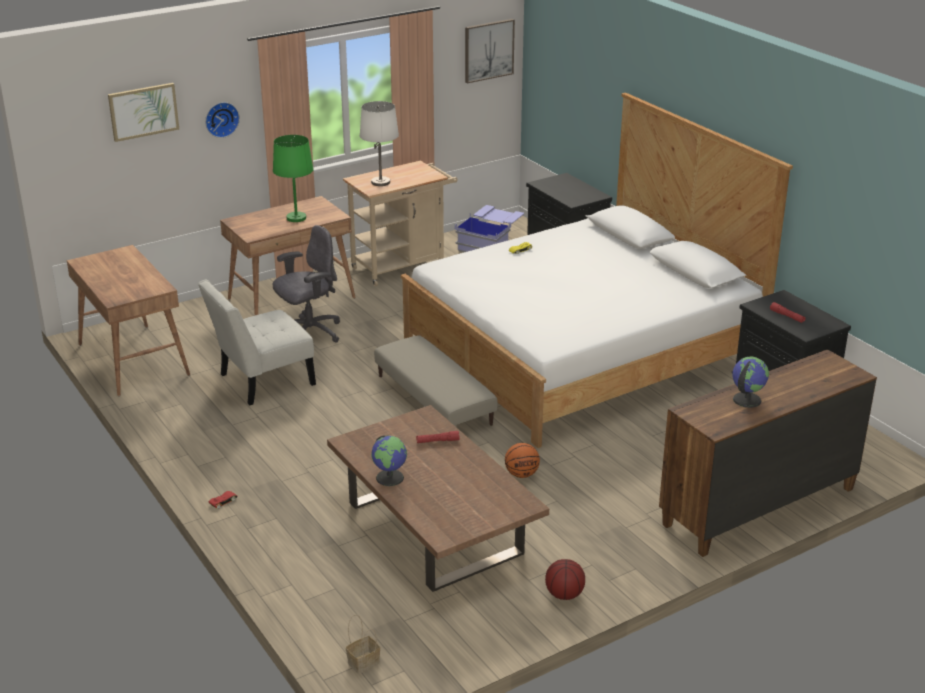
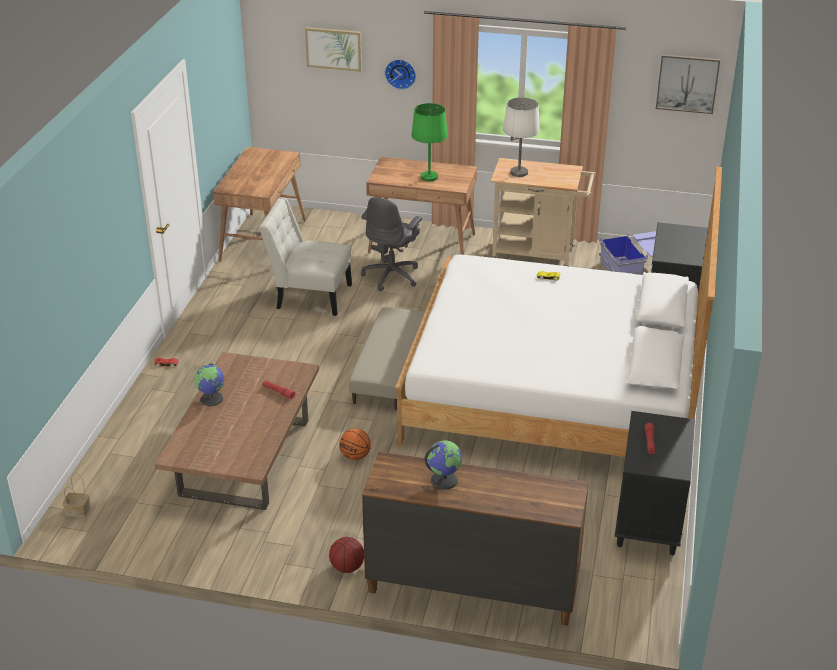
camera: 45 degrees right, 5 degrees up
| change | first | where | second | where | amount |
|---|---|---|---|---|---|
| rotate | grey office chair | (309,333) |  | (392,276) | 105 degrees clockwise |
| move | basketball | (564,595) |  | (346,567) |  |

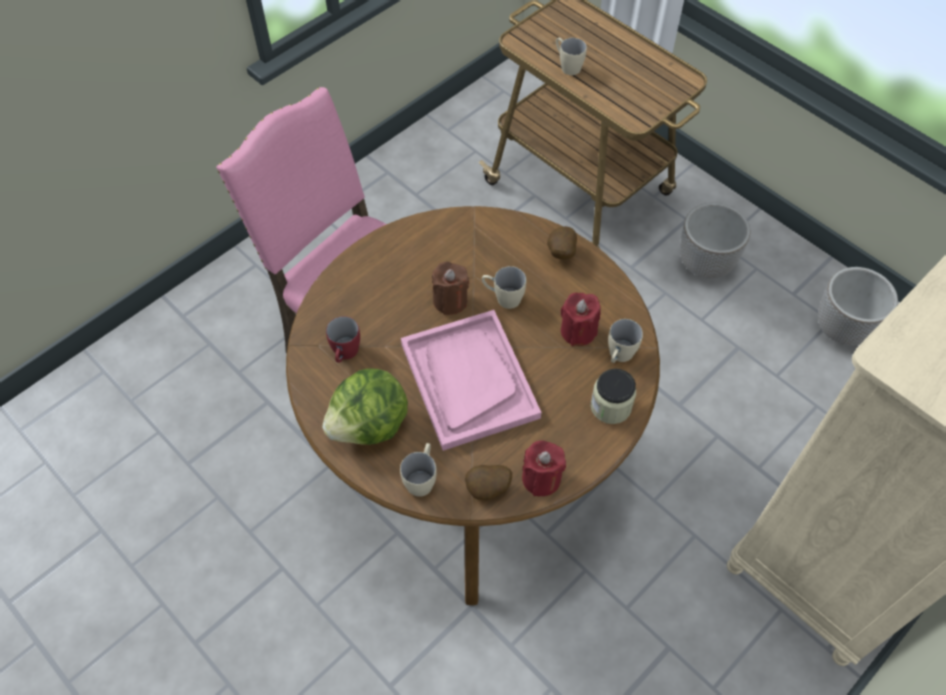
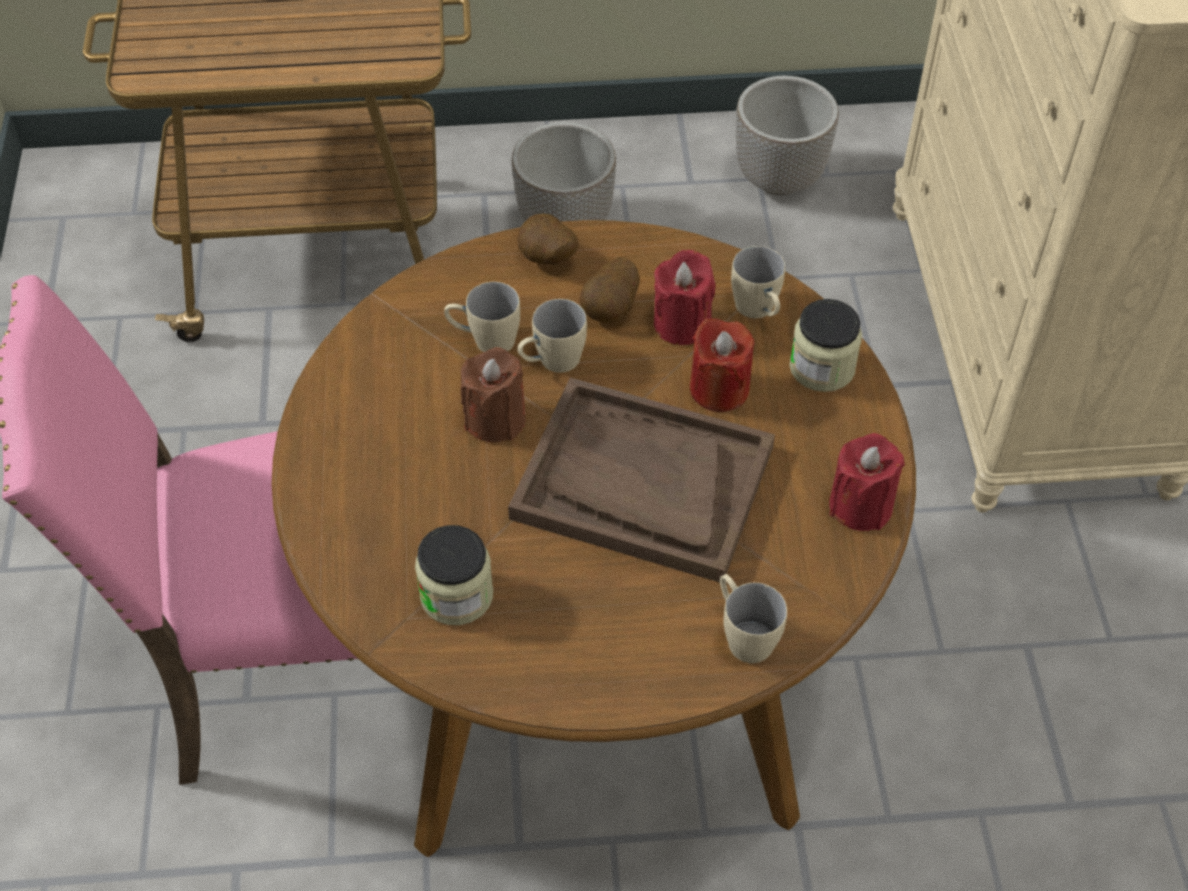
camera: 50 degrees left, 5 degrees down
| change | first | where | second | where | amount |
|---|---|---|---|---|---|
| move | beige mug | (567,66) |  | (484,340) |  |
| recolor | pink tray | (468,380) | brown tray | (642,483) |  |
| replace | red mug | (345,354) | jar | (456,595) |  |
| delete | lettuce | (370,425) |  |  |  |
| move | potato | (488,490) |  | (611,310) |  |
| insert |  |  | red candle | (719,389) |  |

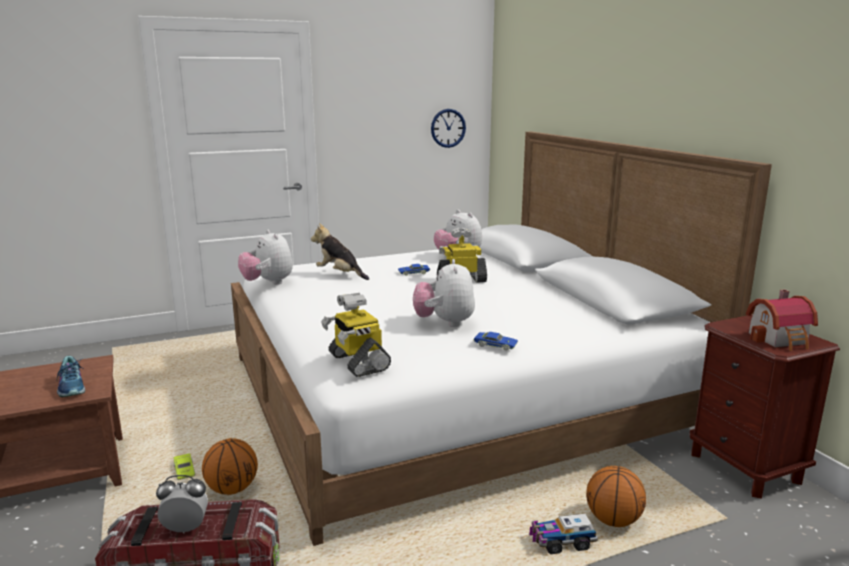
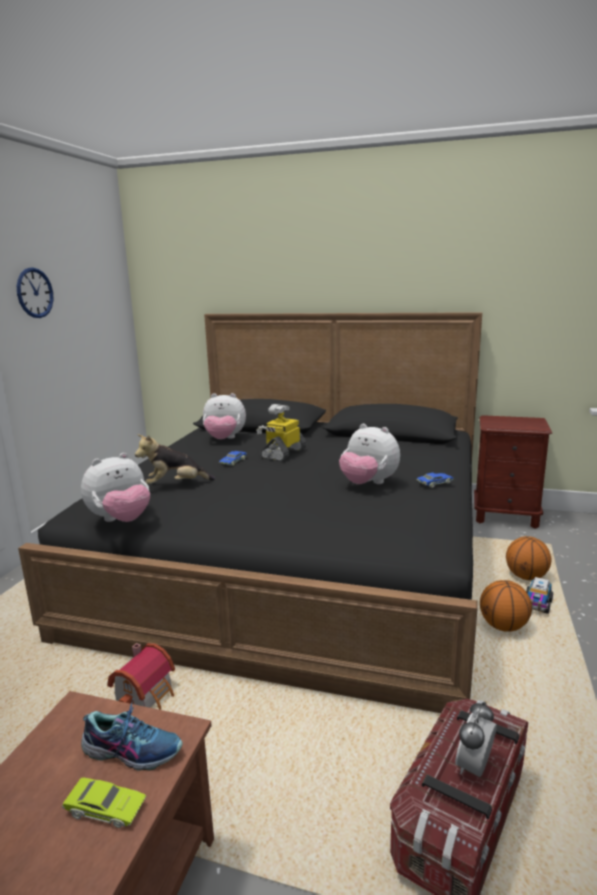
camera: 50 degrees left, 0 degrees up
| change | first | where | second | where | amount |
|---|---|---|---|---|---|
| move | wall clock | (448,128) |  | (34,293) |  |
| recolor | white bed | (454,391) | black bed | (298,558) |  |
| rotate | plush toy | (268,283) |  | (121,520) | 45 degrees counterclockwise |
| move | toy house | (781,339) |  | (147,694) |  |
| delete | toy robot | (357,362) |  |  |  |
| move | basketball | (232,489) |  | (503,626) |  |
| move | green toy car | (184,470) |  | (105,808) |  |

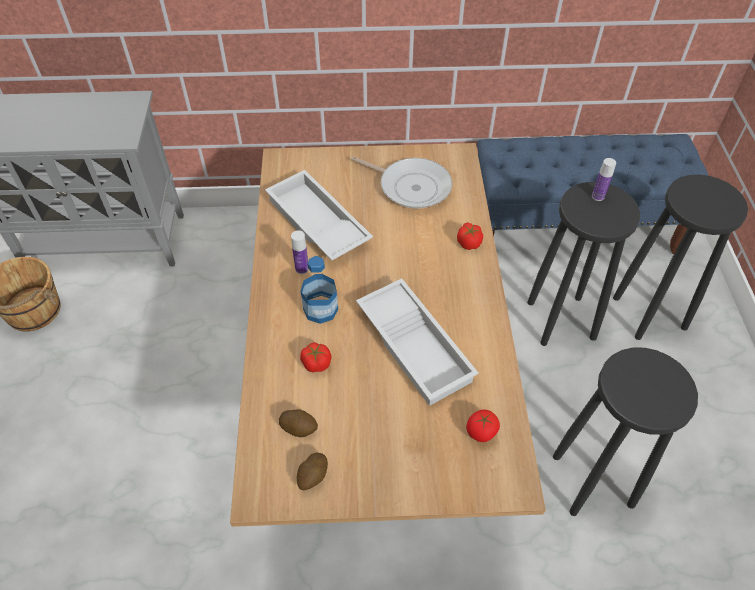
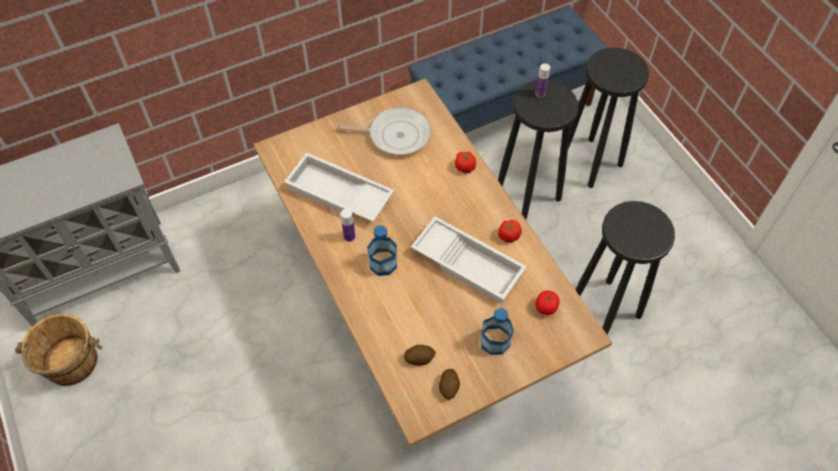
camera: 25 degrees left, 5 degrees up
| change | first | where | second | where | amount |
|---|---|---|---|---|---|
| move | tomato | (316,363) |  | (508,236) |  |
| insert |  |  | bottle | (495,341) |  |

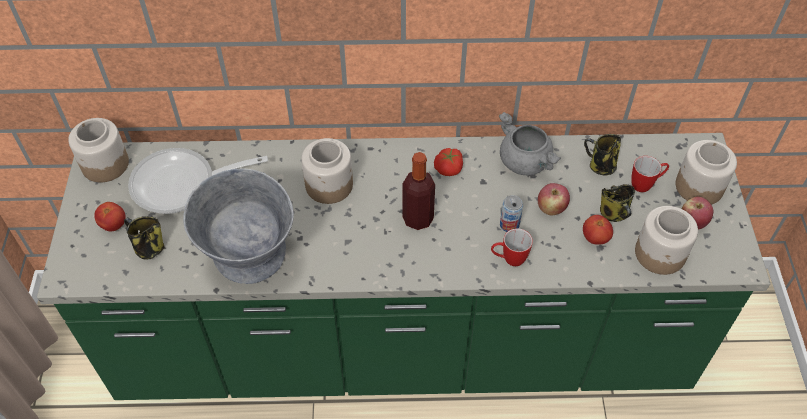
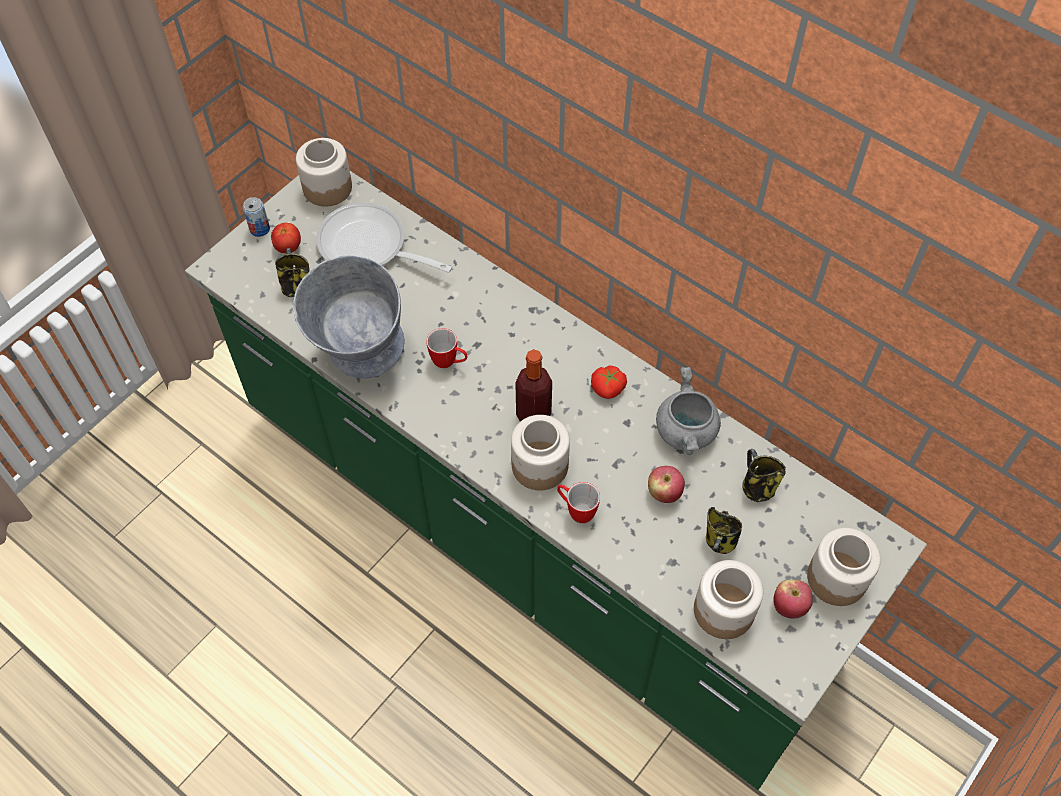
camera: 40 degrees right, 5 degrees up
| change | first | where | second | where | amount |
|---|---|---|---|---|---|
| move | jar | (329,185) |  | (540,466) |  |
| move | mug | (646,184) |  | (449,362) |  |
| move | can | (509,225) |  | (260,229) |  |
| delete | tomato | (595,238) |  |  |  |

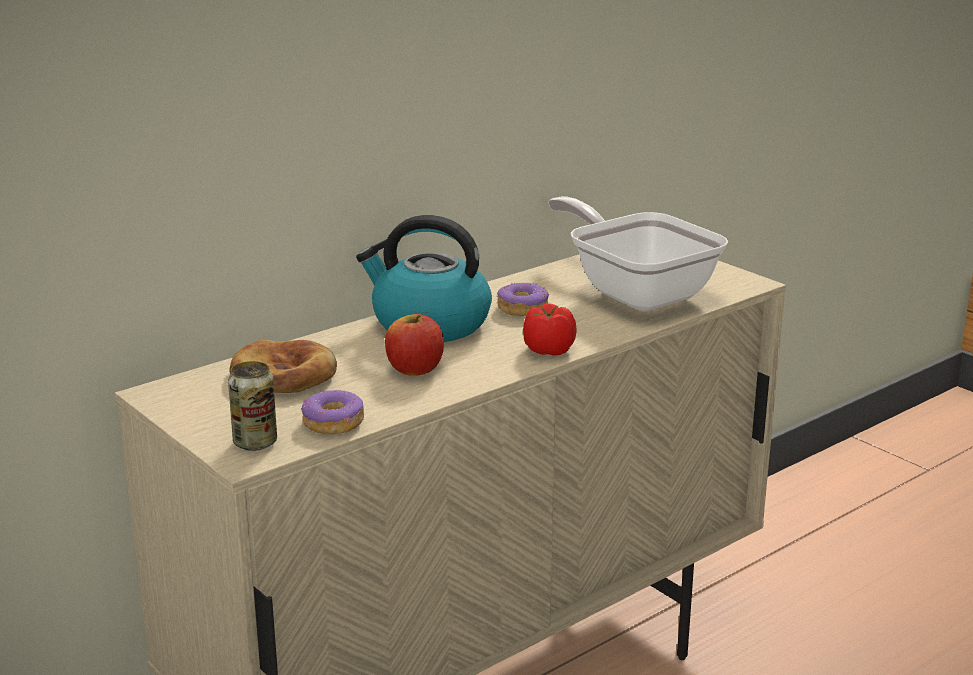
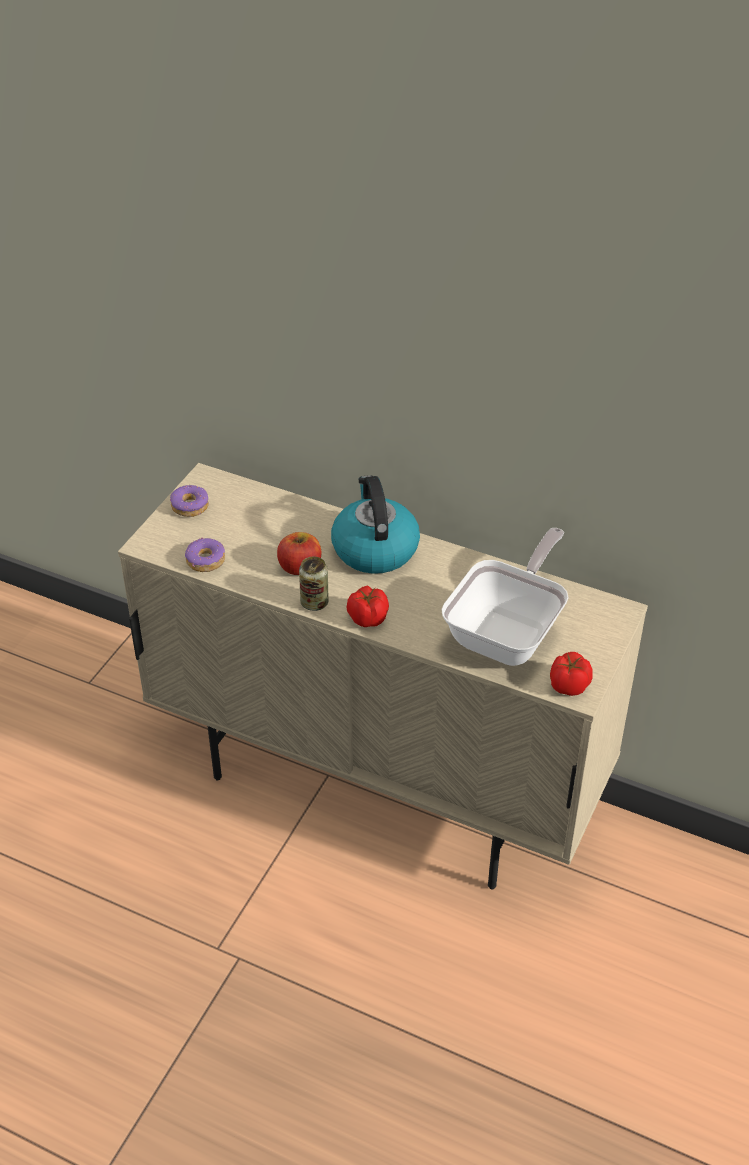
camera: 65 degrees right, 20 degrees up
| change | first | where | second | where | amount |
|---|---|---|---|---|---|
| move | donut | (522,308) |  | (190,506) |  |
| delete | bread | (284,375) |  |  |  |
| move | can | (255,443) |  | (314,603) |  |
| insert |  |  | tomato | (568,686) |  |

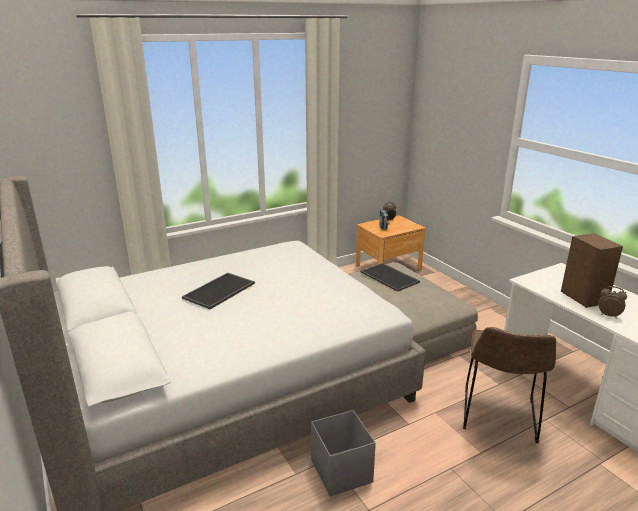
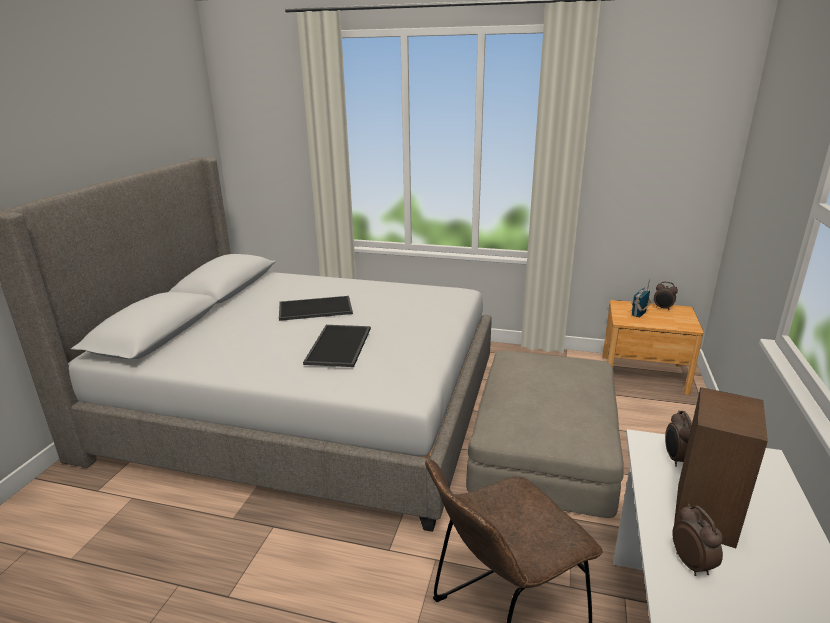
camera: 45 degrees right, 0 degrees up
| change | first | where | second | where | amount |
|---|---|---|---|---|---|
| move | tray | (390,277) |  | (340,346) |  |
| delete | grey storage box | (341,471) |  |  |  |
| insert |  |  | alarm clock | (675,459) |  |

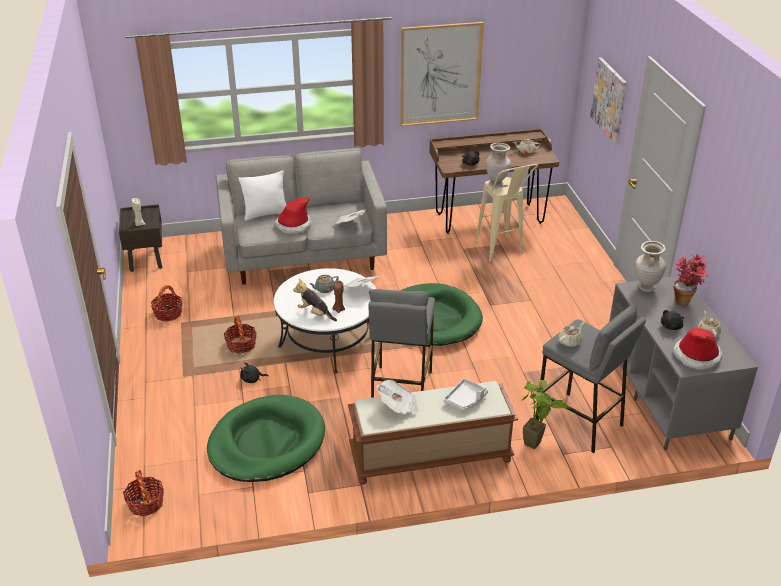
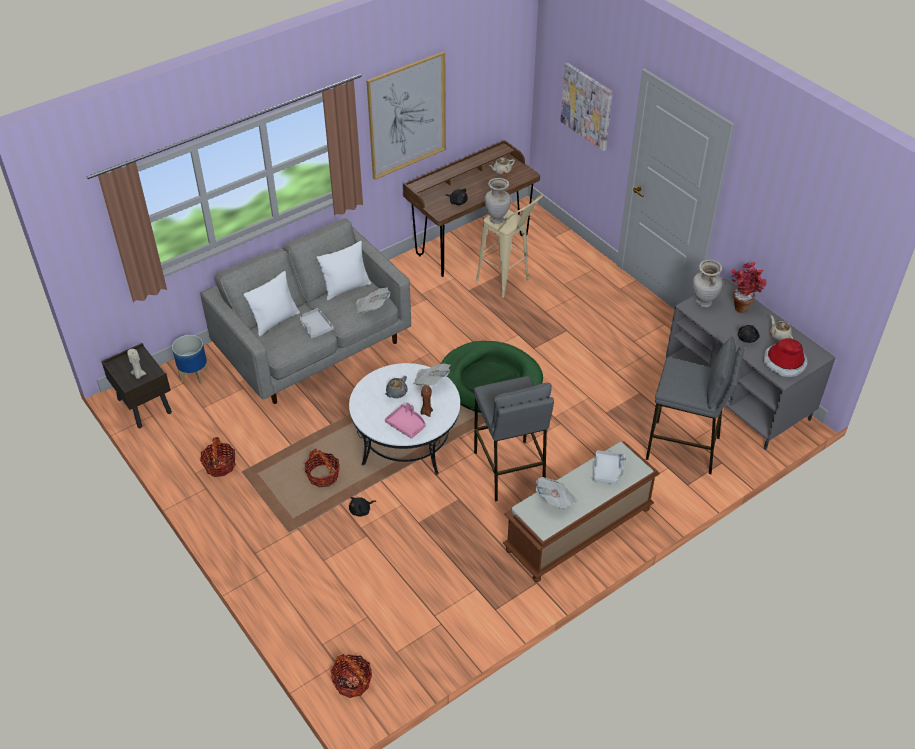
camera: 25 degrees left, 10 degrees up
| change | first | where | second | where | amount |
|---|---|---|---|---|---|
| replace | hat | (293,225) | grey tray | (315,327) |  |
| replace | plush toy | (315,313) | pink tray | (407,424) |  |
| delete | beige teapot | (570,341) |  |  |  |
| delete | potted plant | (536,447) |  |  |  |
| delete | green dog bed | (266,443) |  |  |  |
| insert |  |  | white pillow | (346,288) |  |
| insert |  |  | planter | (194,374) |  |

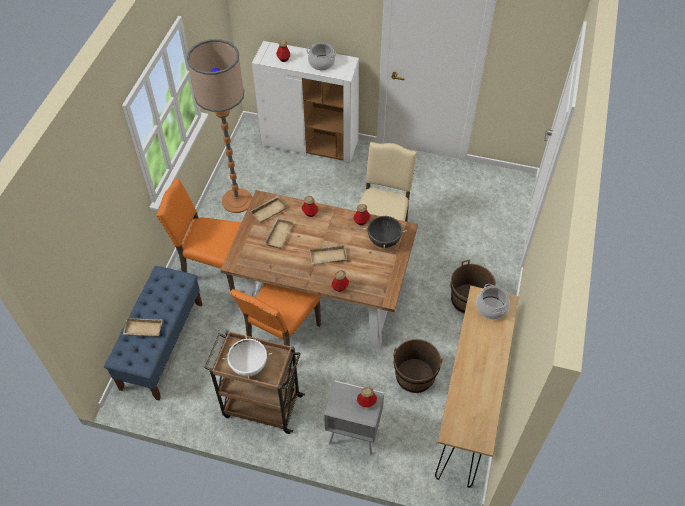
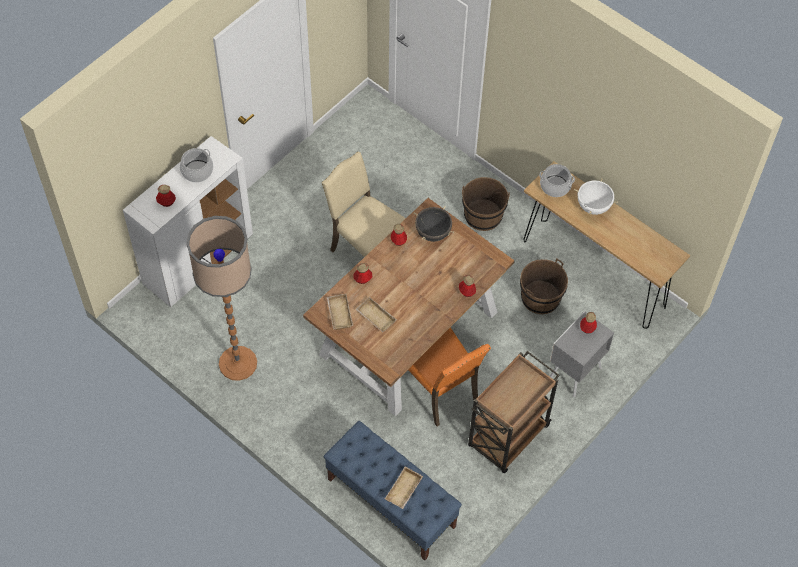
camera: 65 degrees left, 5 degrees up
| change | first | where | second | where | amount |
|---|---|---|---|---|---|
| delete | orange chair | (214,268) |  |  |  |
| delete | beige tray | (327,258) |  |  |  |
| move | white cooking pot | (249,366) |  | (593,206) |  |

